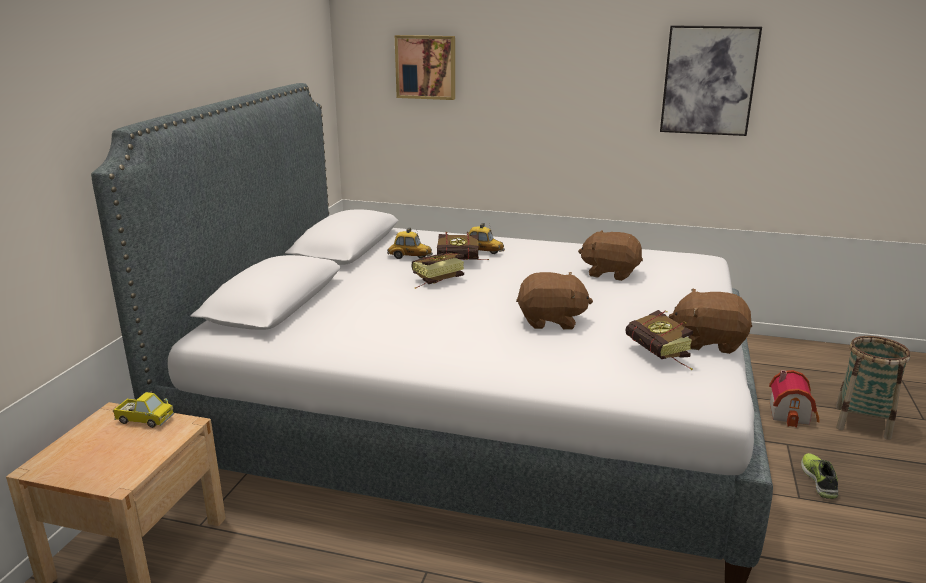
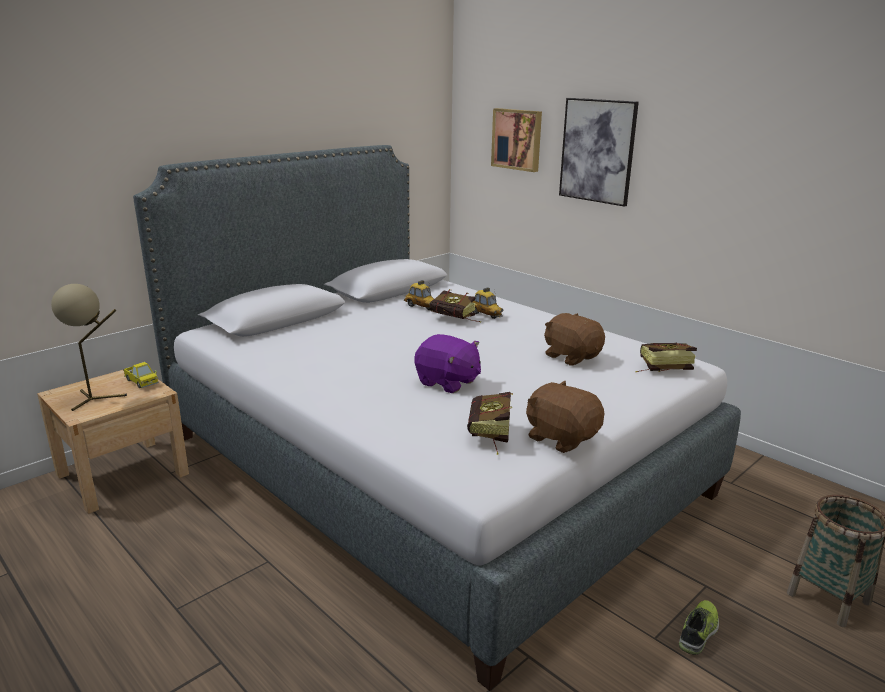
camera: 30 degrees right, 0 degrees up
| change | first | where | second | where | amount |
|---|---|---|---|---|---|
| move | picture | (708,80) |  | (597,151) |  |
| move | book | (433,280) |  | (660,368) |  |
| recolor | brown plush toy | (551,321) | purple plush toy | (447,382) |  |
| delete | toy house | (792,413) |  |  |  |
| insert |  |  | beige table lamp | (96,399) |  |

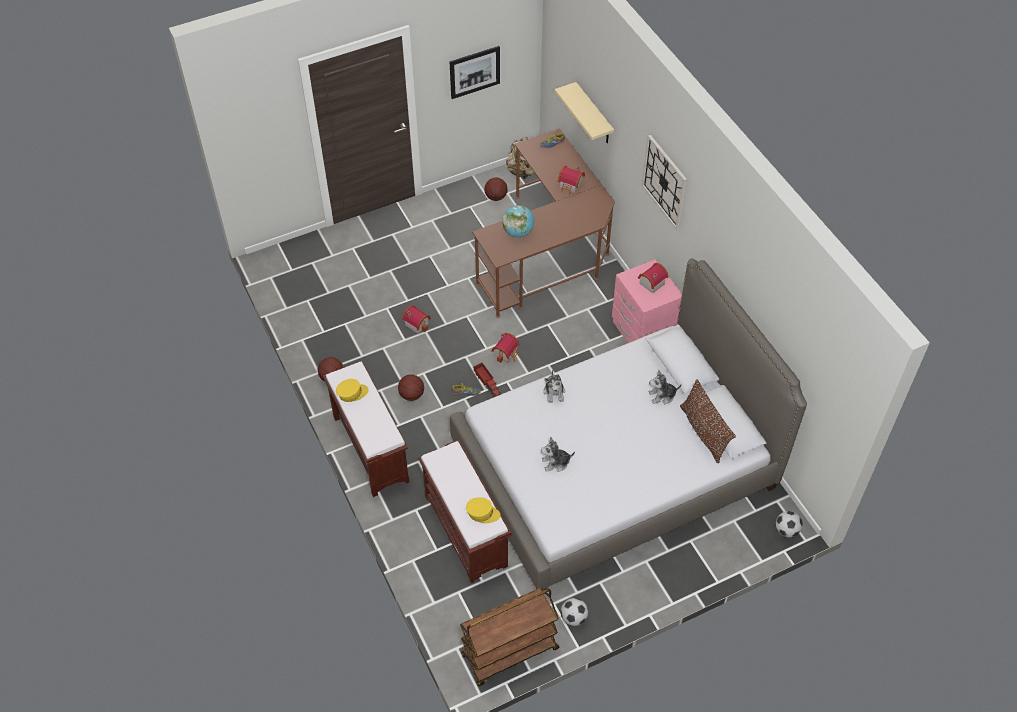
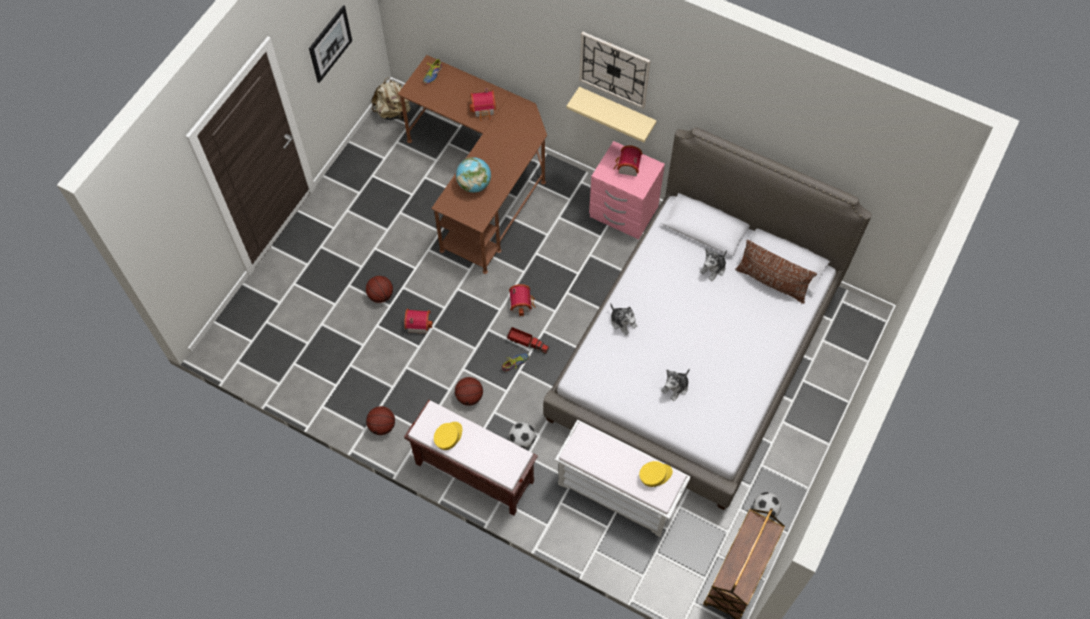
camera: 35 degrees left, 10 degrees up
| change | first | where | second | where | amount |
|---|---|---|---|---|---|
| move | beige shelf | (594,115) |  | (616,111) |  |
| move | basketball | (496,197) |  | (381,295) |  |
| recolor | brown bench | (466,531) | white bench | (619,493) |  |
| move | football | (786,530) |  | (522,440) |  |

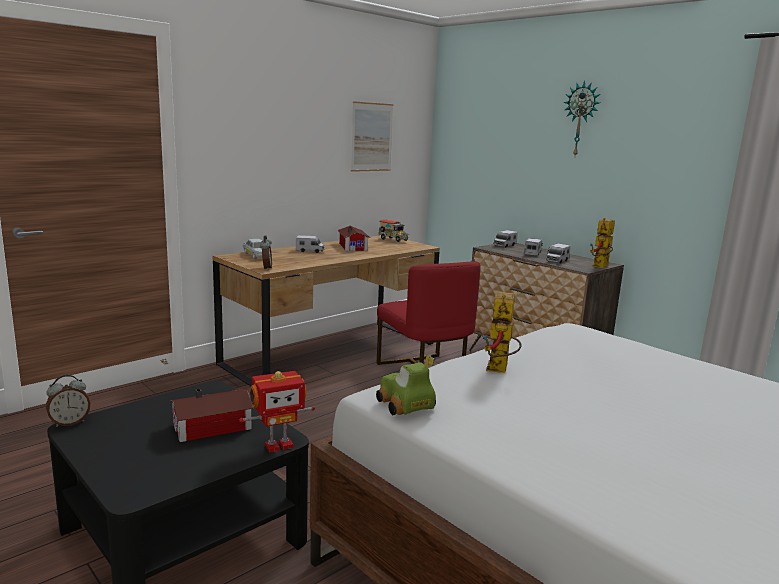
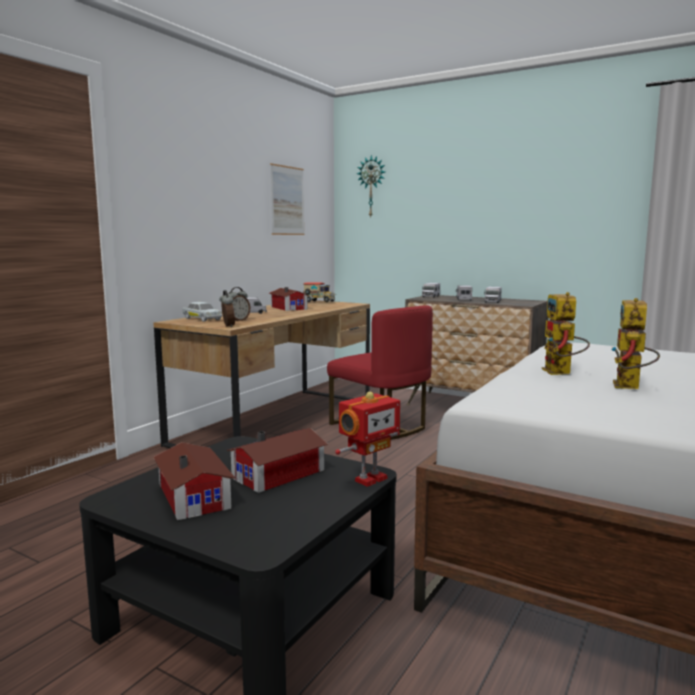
camera: 15 degrees left, 5 degrees down
| change | first | where | second | where | amount |
|---|---|---|---|---|---|
| move | wall clock | (581,119) |  | (372,187) |  |
| move | toy robot | (600,267) |  | (630,387) |  |
| delete | toy car | (404,405) |  |  |  |
| move | alarm clock | (70,423) |  | (238,320) |  |
| insert |  |  | toy house | (195,495) |  |

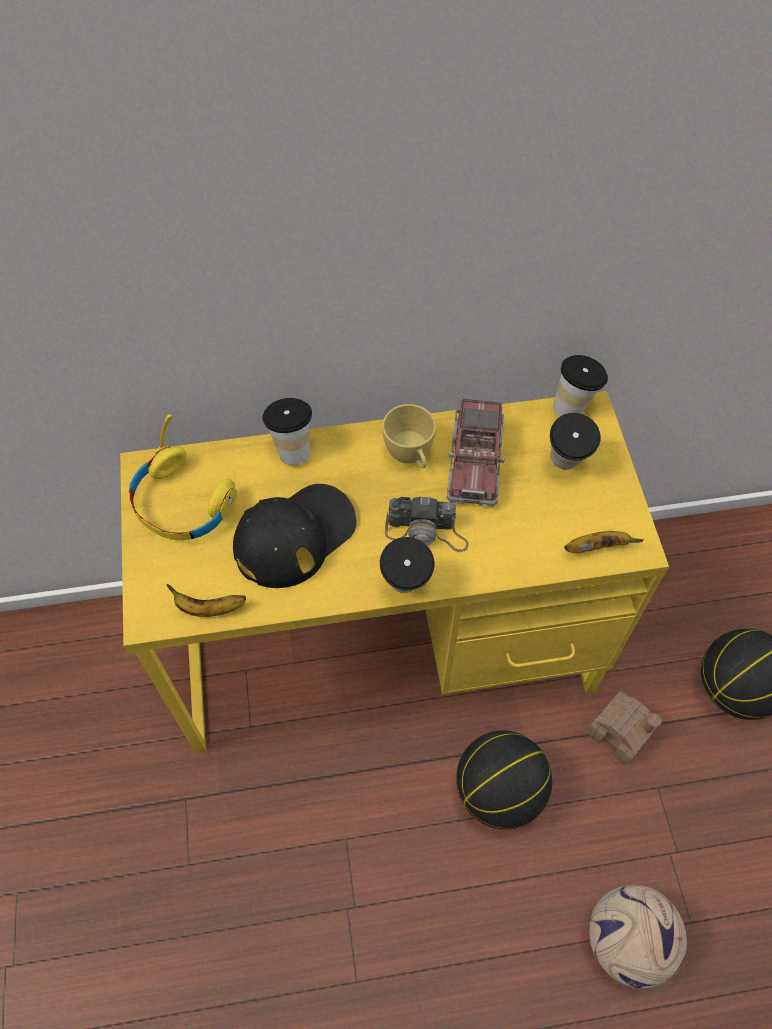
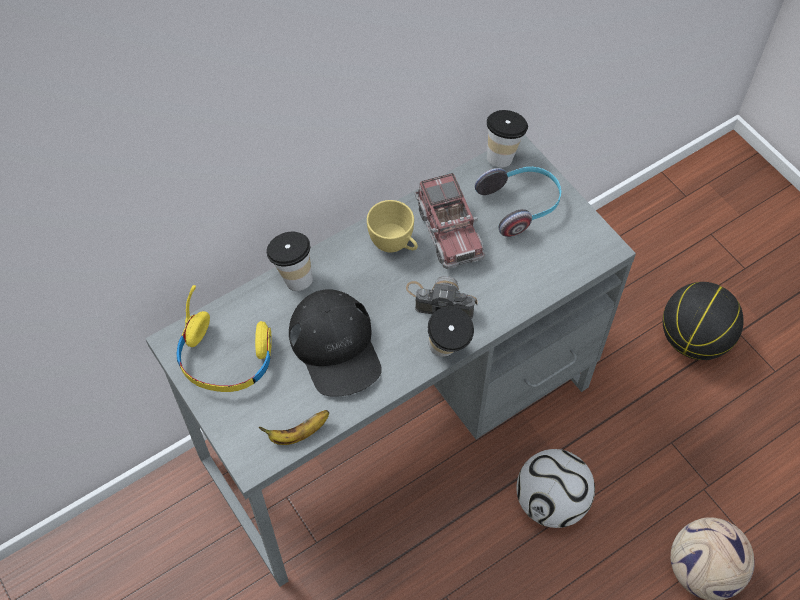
camera: 25 degrees left, 0 degrees up
| change | first | where | second | where | amount |
|---|---|---|---|---|---|
| recolor | yellow desk | (386,644) | grey desk | (398,422) |  |
| replace | cup | (565,466) | headphones | (520,205) |  |
| rotate | black cap | (295,536) |  | (336,347) | 135 degrees clockwise |
| rotate | photo camera | (427,532) |  | (440,300) | 150 degrees counterclockwise |
| delete | banana | (597,547) |  |  |  |
| delete | toy house | (620,732) |  |  |  |
| replace | basketball | (499,791) | football | (551,501) |  |

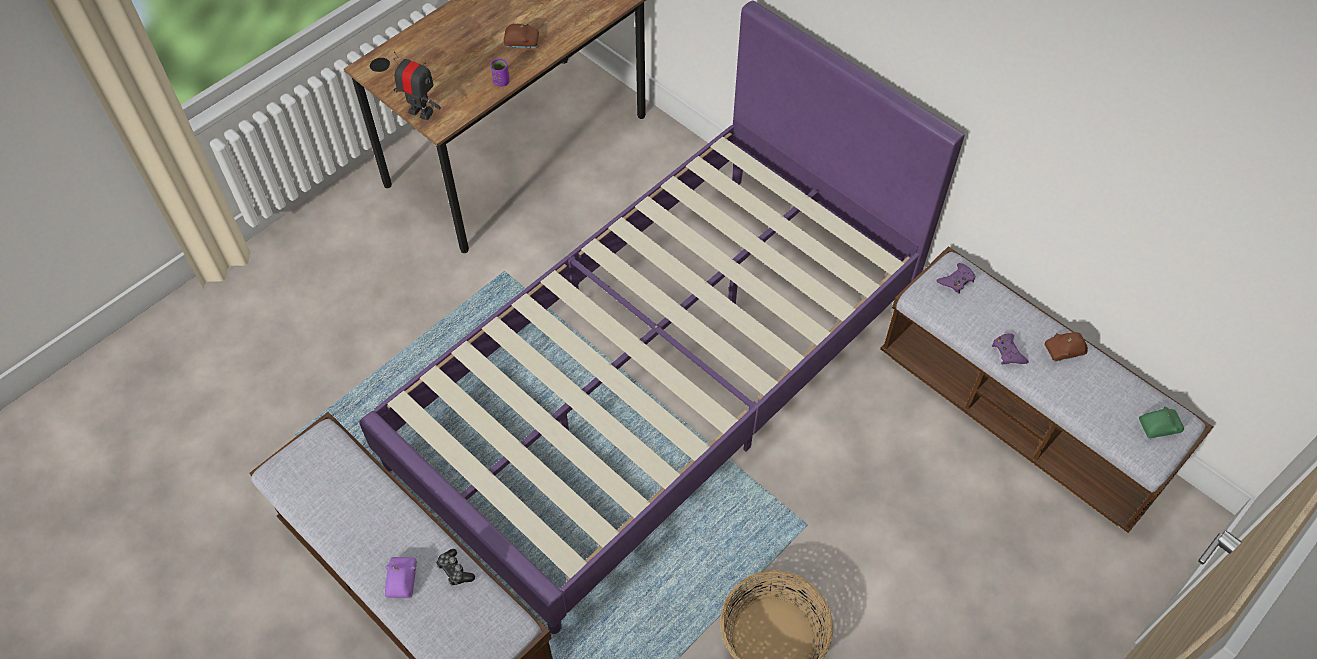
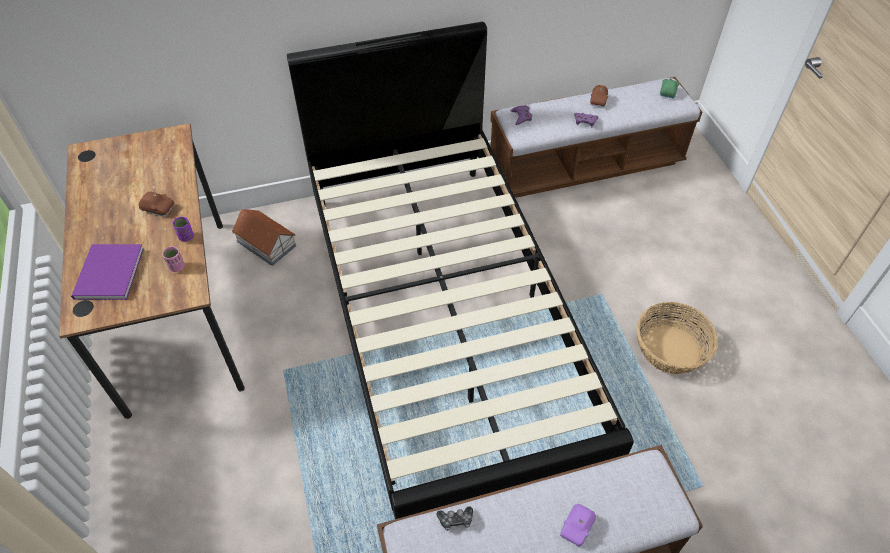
camera: 60 degrees left, 5 degrees down
| change | first | where | second | where | amount |
|---|---|---|---|---|---|
| recolor | purple bed | (659,378) | black bed | (444,319) |  |
| rotate | brown toy car | (521,42) |  | (158,208) | 75 degrees clockwise |
| delete | toy robot | (421,112) |  |  |  |
| move | game controller | (454,571) |  | (455,520) |  |
| rotate | purple toy car | (401,580) |  | (577,527) | 90 degrees counterclockwise |
| insert |  |  | toy house | (266,243) |  |
| insert |  |  | purple book | (107,275) |  |
| insert |  |  | pink cup | (177,267) |  |

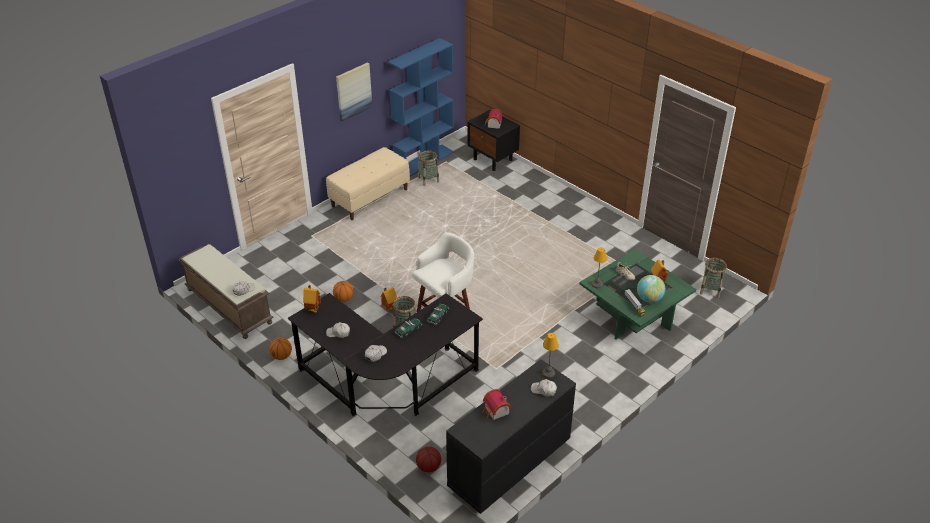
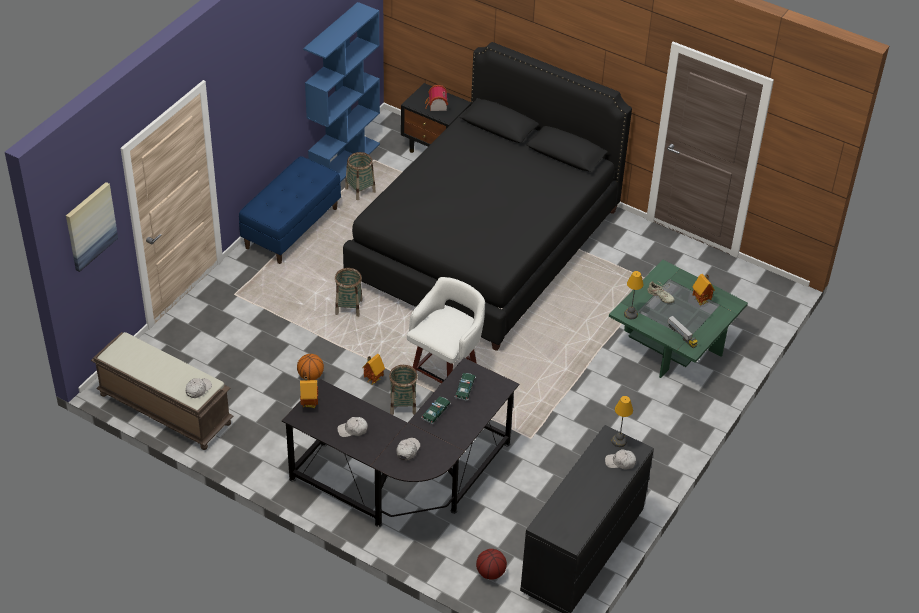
camera: 15 degrees left, 5 degrees up
| change | first | where | second | where | amount |
|---|---|---|---|---|---|
| move | picture | (353,91) |  | (90,226) |  |
| recolor | beige bench | (370,197) | blue bench | (291,227) |  |
| move | basket | (710,290) |  | (349,307) |  |
| delete | globe | (649,299) |  |  |  |
| delete | basketball | (281,356) |  |  |  |
| delete | toy house | (495,411) |  |  |  |
| insert |  |  | black bed | (485,245) |  |

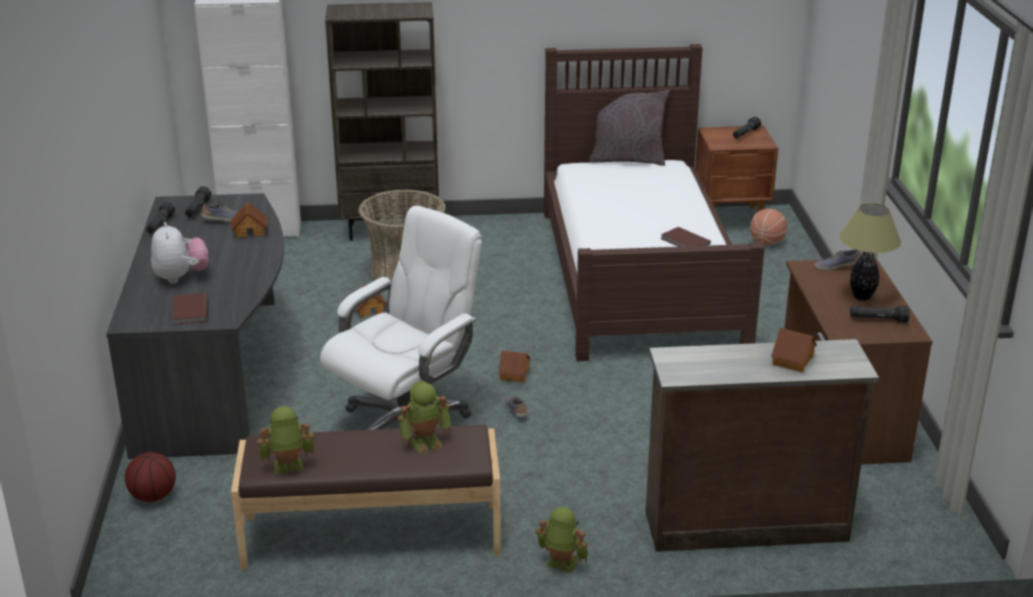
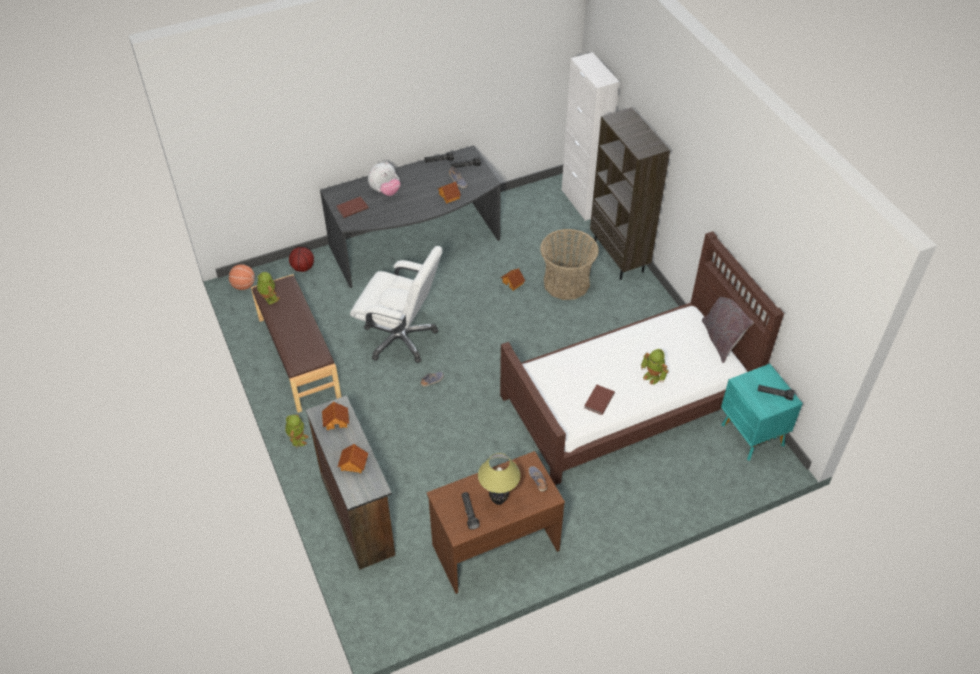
camera: 70 degrees right, 20 degrees up
| change | first | where | second | where | amount |
|---|---|---|---|---|---|
| recolor | brown nightstand | (731,219) | turquoise nightstand | (752,436) |  |
| move | basketball | (766,242) |  | (243,285) |  |
| move | toy house | (513,374) |  | (336,421) |  |
| move | toy robot | (425,442) |  | (653,376) |  |

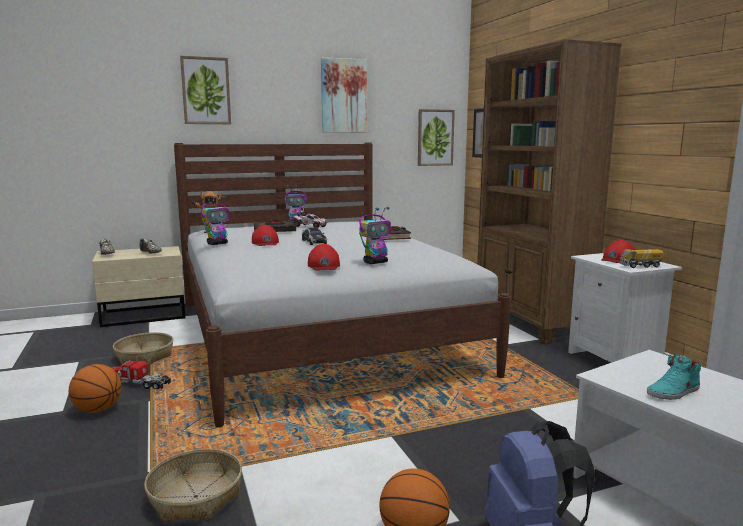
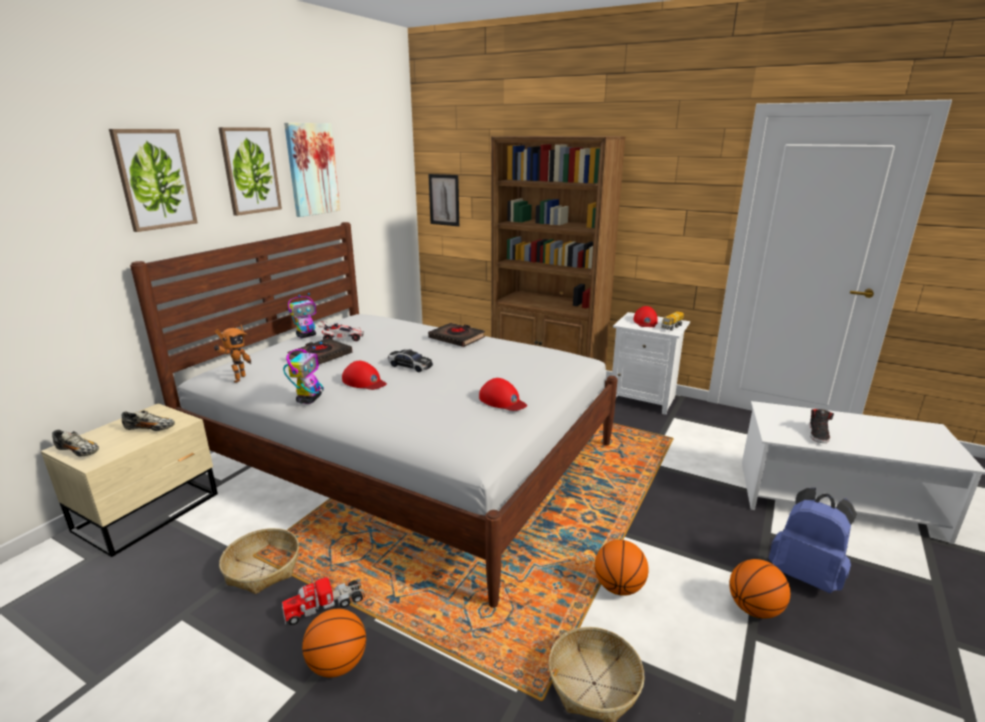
camera: 40 degrees left, 10 degrees up
| change | first | where | second | where | amount |
|---|---|---|---|---|---|
| move | picture | (435,137) |  | (250,170) |  |
| delete | toy robot | (376,262) |  |  |  |
| recolor | turquoise shoe | (674,392) | black shoe | (818,434) |  |
| insert |  |  | basketball | (619,587) |  |

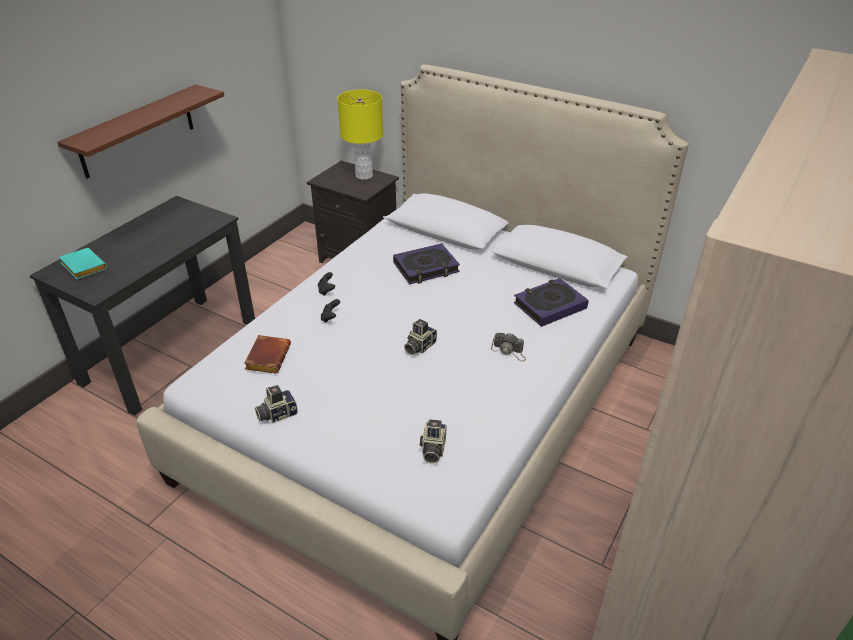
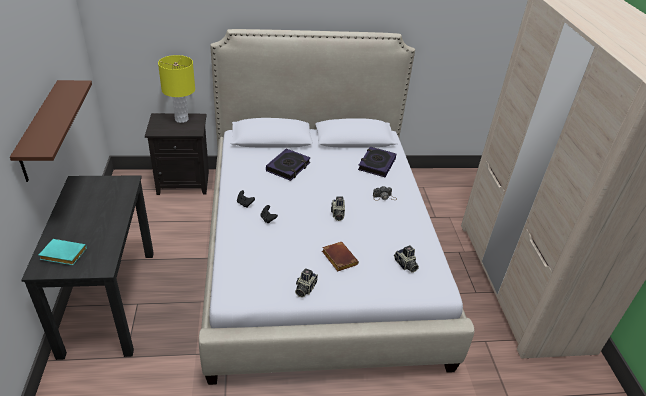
camera: 40 degrees left, 0 degrees up
| change | first | where | second | where | amount |
|---|---|---|---|---|---|
| move | brown book | (267,357) |  | (338,258) |  |

